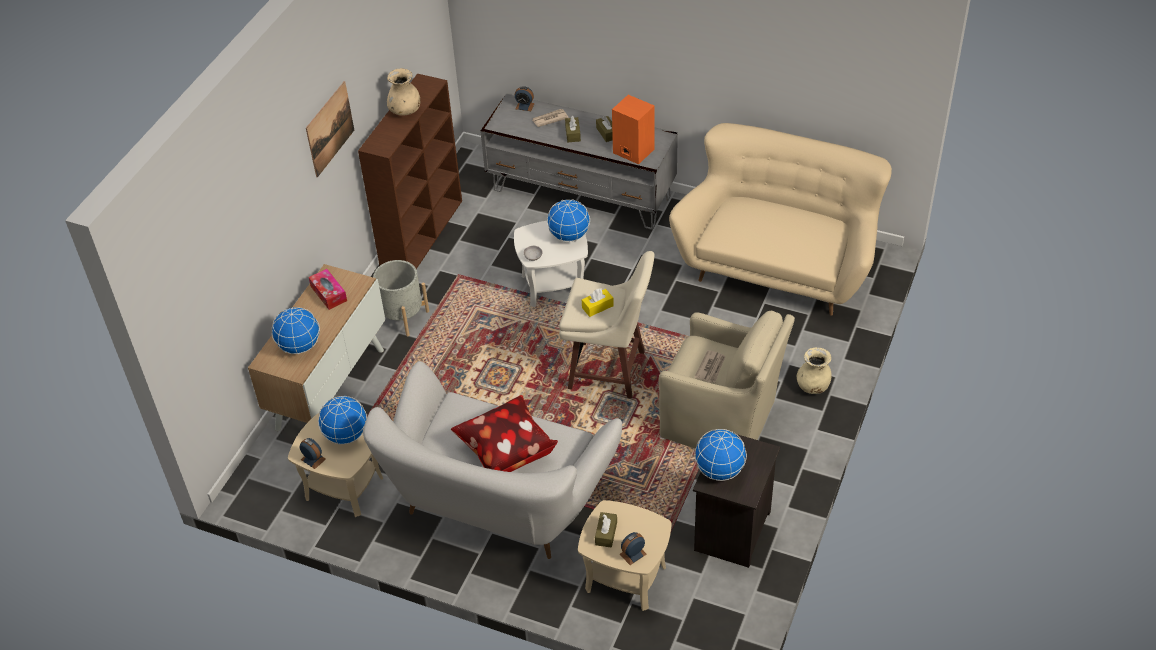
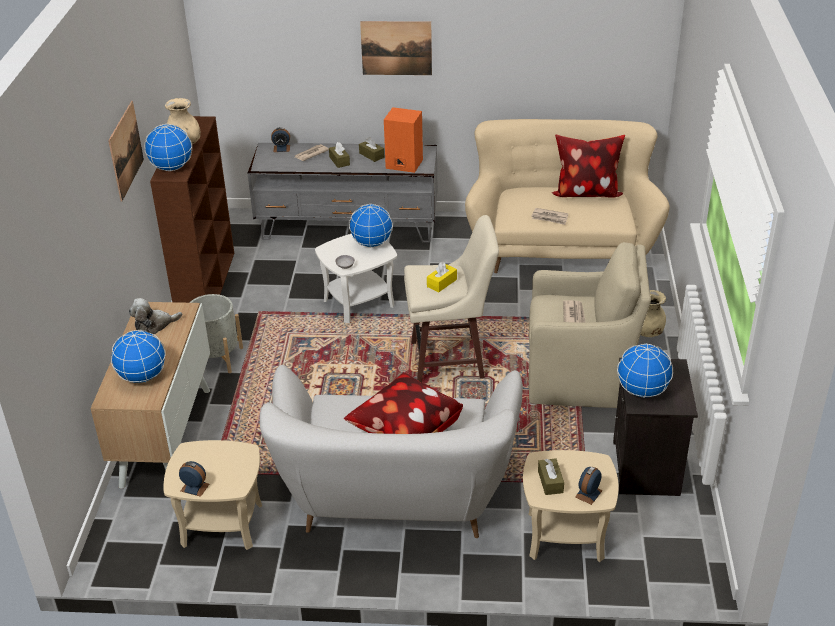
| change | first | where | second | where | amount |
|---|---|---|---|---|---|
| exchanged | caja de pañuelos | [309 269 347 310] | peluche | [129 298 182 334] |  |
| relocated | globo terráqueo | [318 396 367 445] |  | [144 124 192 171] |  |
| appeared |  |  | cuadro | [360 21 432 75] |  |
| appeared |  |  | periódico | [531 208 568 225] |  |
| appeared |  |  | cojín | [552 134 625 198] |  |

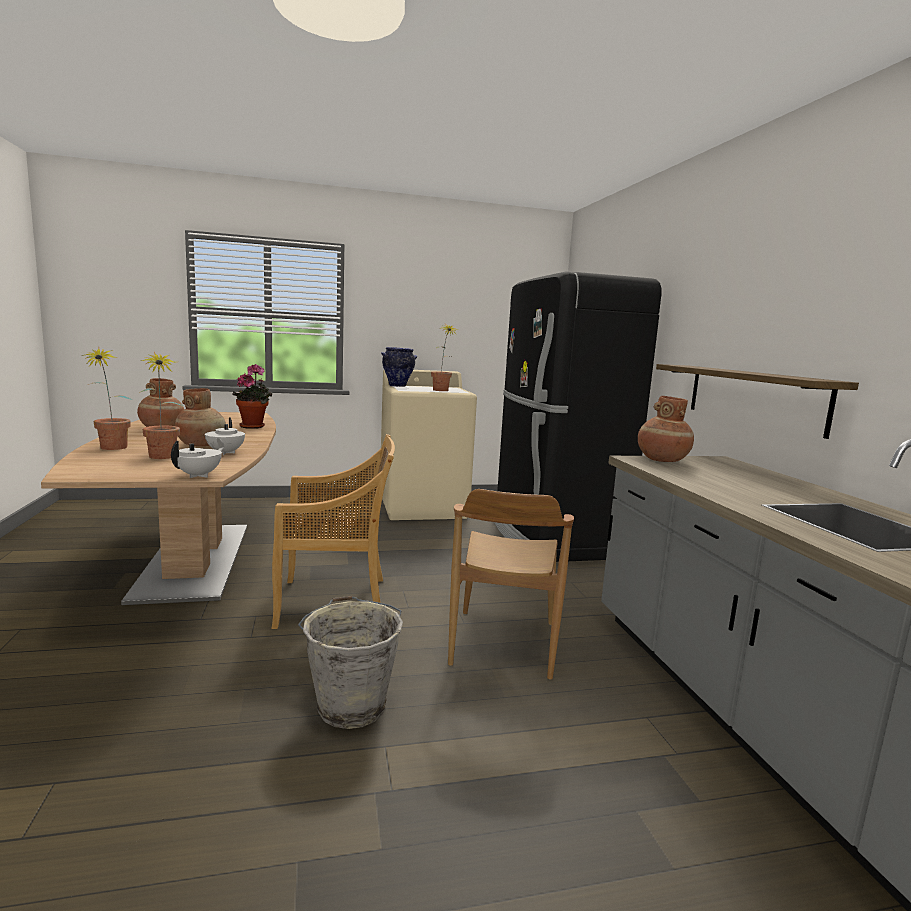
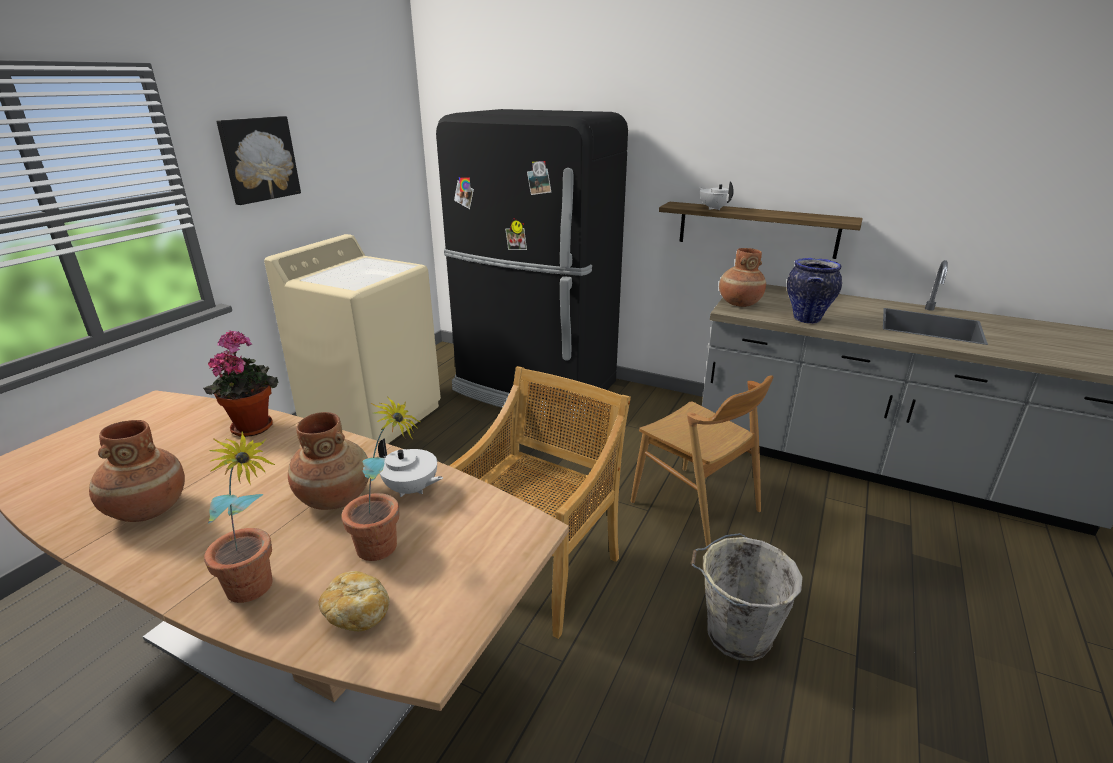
| change | first | where | second | where | amount |
|---|---|---|---|---|---|
| appeared |  |  | cuadro | [216 116 301 205] |  |
| appeared |  |  | pan | [318 571 390 631] |  |
| relocated | tetera (blanco) | [171 441 224 478] |  | [700 181 734 210] |  |
| relocated | florero | [381 347 417 387] |  | [787 258 842 324] |  |
| missing | planta en maceta | [431 324 457 391] |  |  |  |

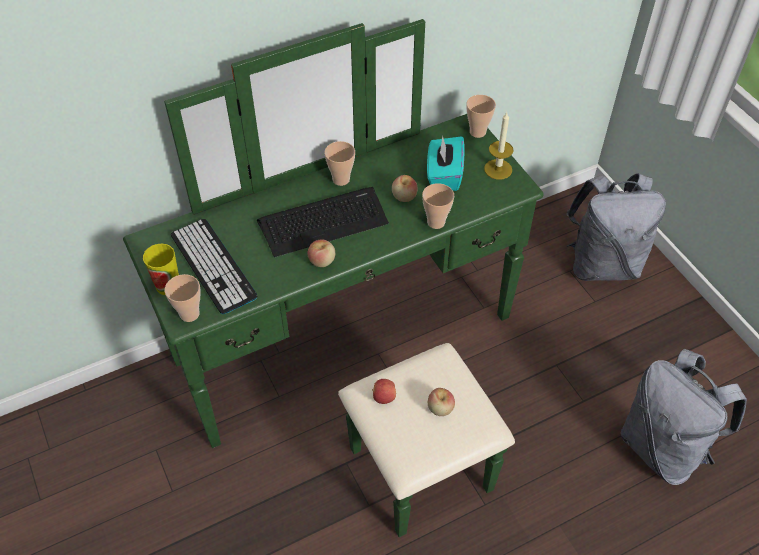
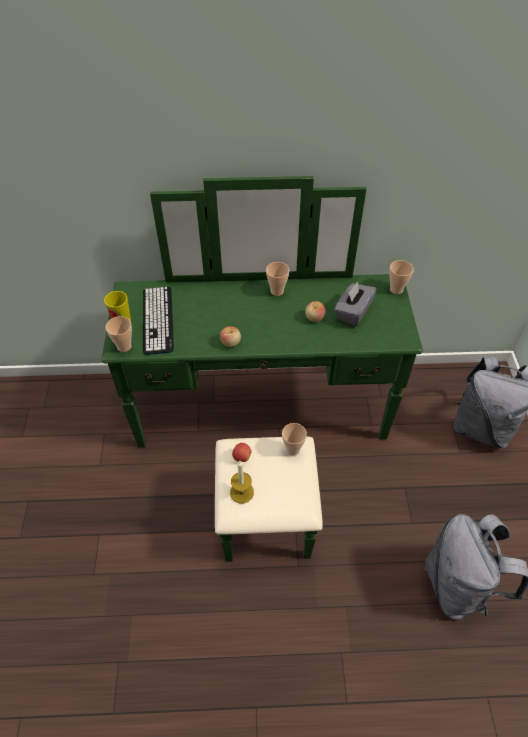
| change | first | where | second | where | amount |
|---|---|---|---|---|---|
| relocated | vela | [484 112 514 180] |  | [230 461 254 503] |  |
| relocated | taza | [422 183 454 229] |  | [282 423 307 456] |  |
| colour | caja de pañuelos (turquesa) | [427 136 465 191] | caja de pañuelos (gris) | [334 281 376 327] |  |
| missing | teclado | [257 187 389 257] |  |  |  |
| missing | manzana | [428 388 455 416] |  |  |  |

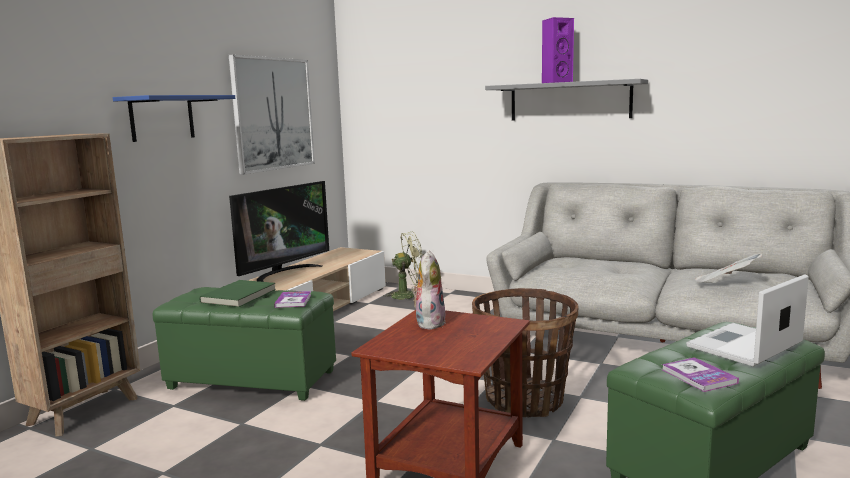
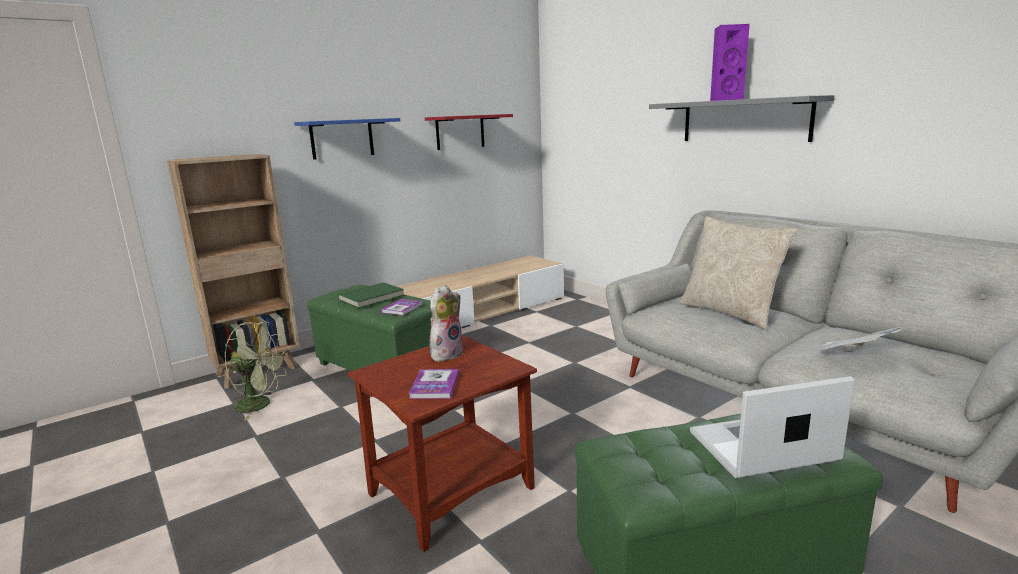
| change | first | where | second | where | amount |
|---|---|---|---|---|---|
| relocated | ventilador (verde) | [383 231 424 300] |  | [225 322 288 420] |  |
| relocated | libro | [662 357 739 392] |  | [409 369 459 399] |  |
| exchanged | cuadro | [229 55 315 175] | estante (rojo) | [425 114 513 150] |  |
| appeared |  |  | cojín (beis) | [679 216 797 330] |  |
| missing | televisor | [229 181 329 282] |  |  |  |
| missing | cesta | [472 288 579 417] |  |  |  |

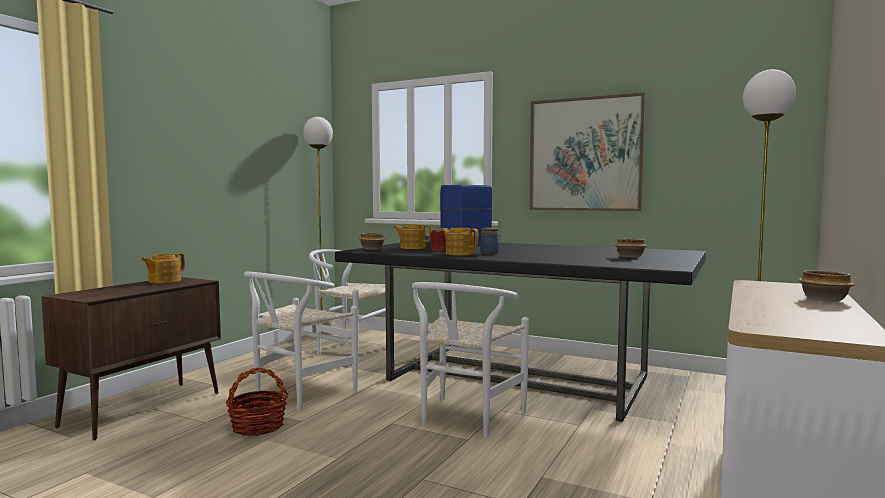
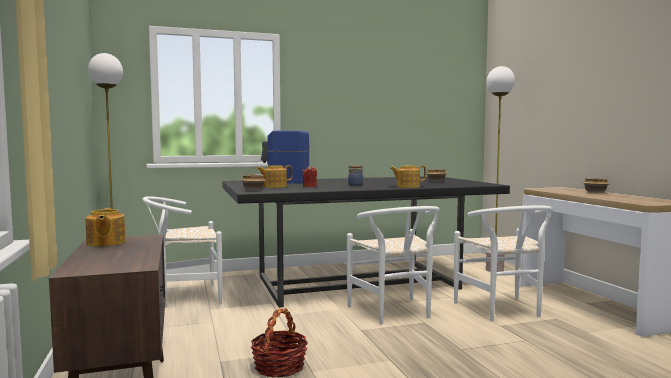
| change | first | where | second | where | amount |
|---|---|---|---|---|---|
| relocated | tetera | [441 228 479 255] |  | [390 166 426 188] |  |
| relocated | silla (blanco) | [244 272 358 411] |  | [454 205 552 321] |  |
| missing | cuadro | [529 93 646 211] |  |  |  |

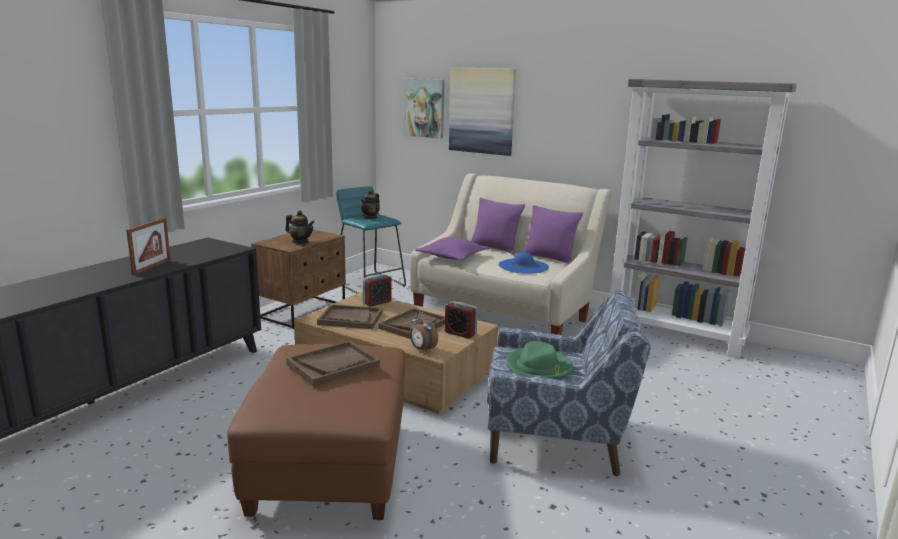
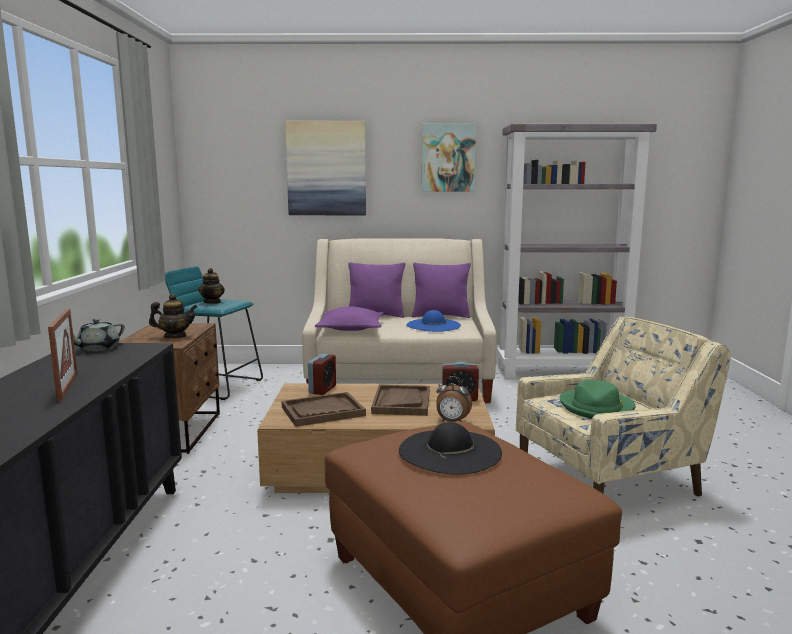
| change | first | where | second | where | amount |
|---|---|---|---|---|---|
| appeared |  |  | tetera (gris) | [73 319 125 352] |  |
| exchanged | bandeja (marrón) | [286 341 380 387] | sombrero (negro) | [399 422 502 475] |  |
| relocated | cuadro | [404 79 444 139] |  | [422 123 476 192] |  |
| colour | sillón (azul) | [486 290 651 476] | sillón (beis) | [516 317 731 496] |  |

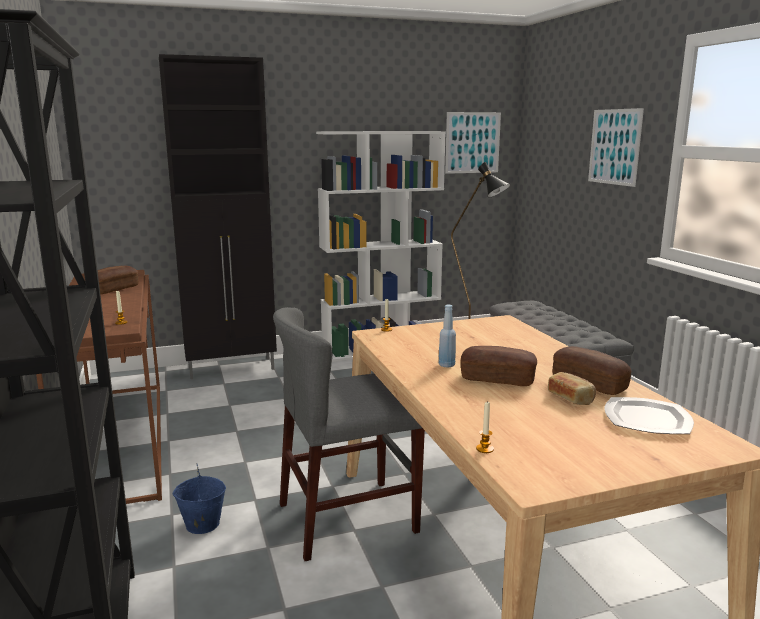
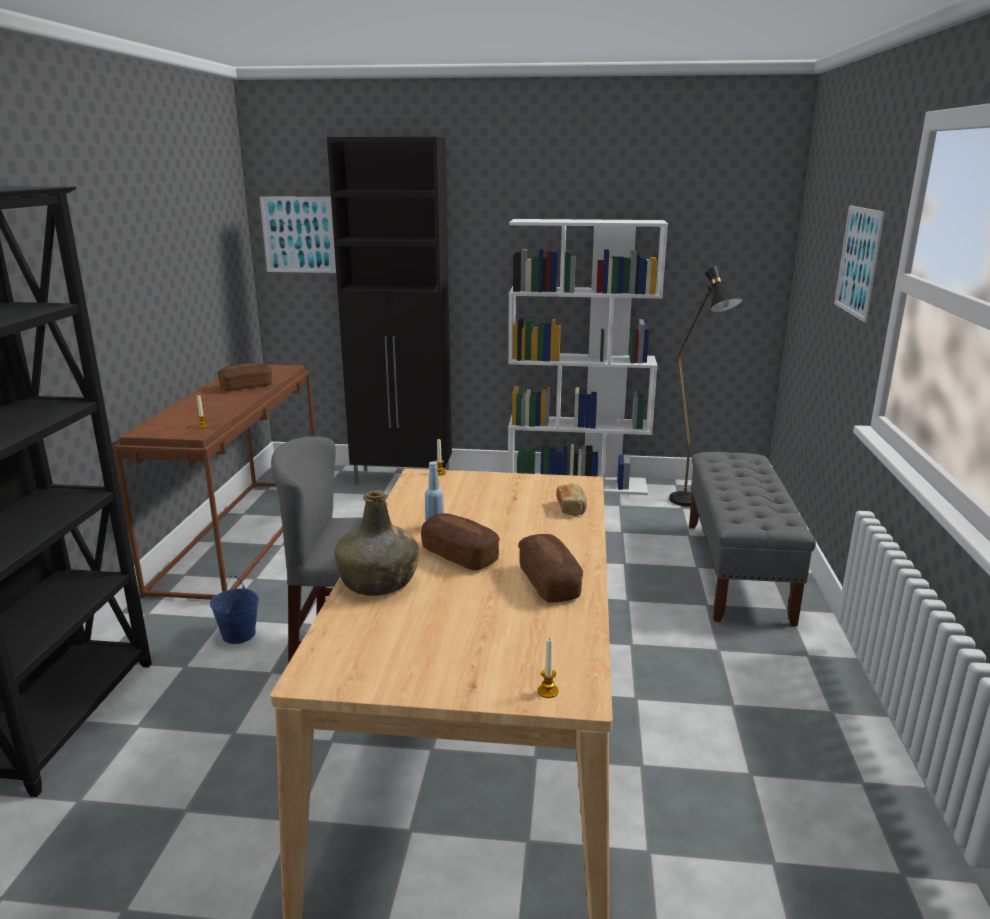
| change | first | where | second | where | amount |
|---|---|---|---|---|---|
| relocated | cuadro | [445 112 501 174] |  | [260 196 336 273] |  |
| appeared |  |  | botella (verde) | [334 490 419 596] |  |
| relocated | vela | [476 402 494 453] |  | [538 638 559 698] |  |
| relocated | pan | [548 372 596 405] |  | [557 483 587 516] |  |
| missing | plato | [604 397 694 434] |  |  |  |

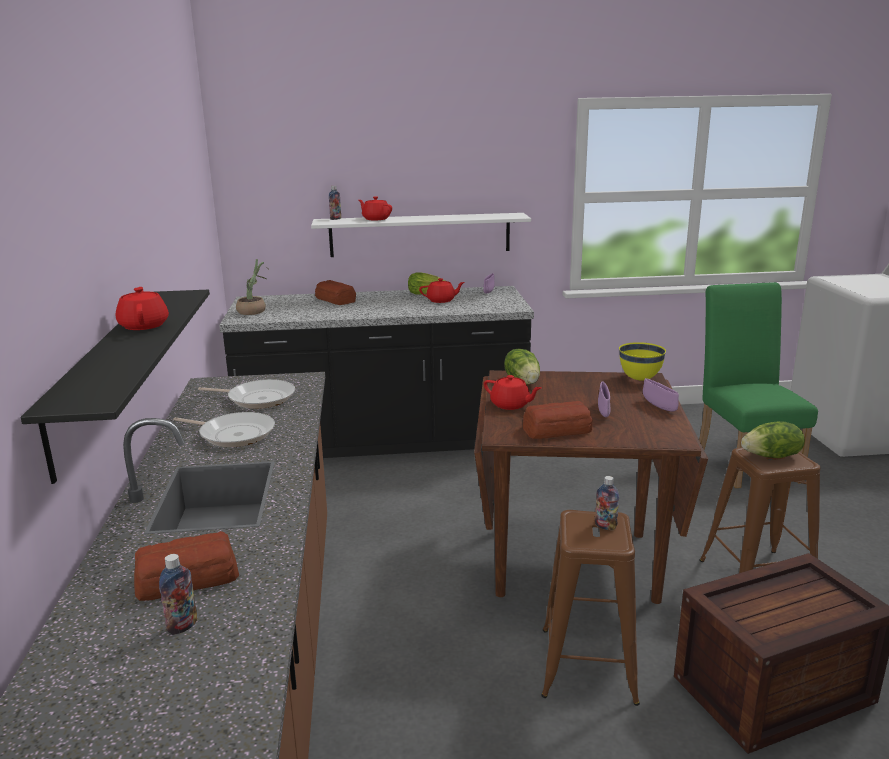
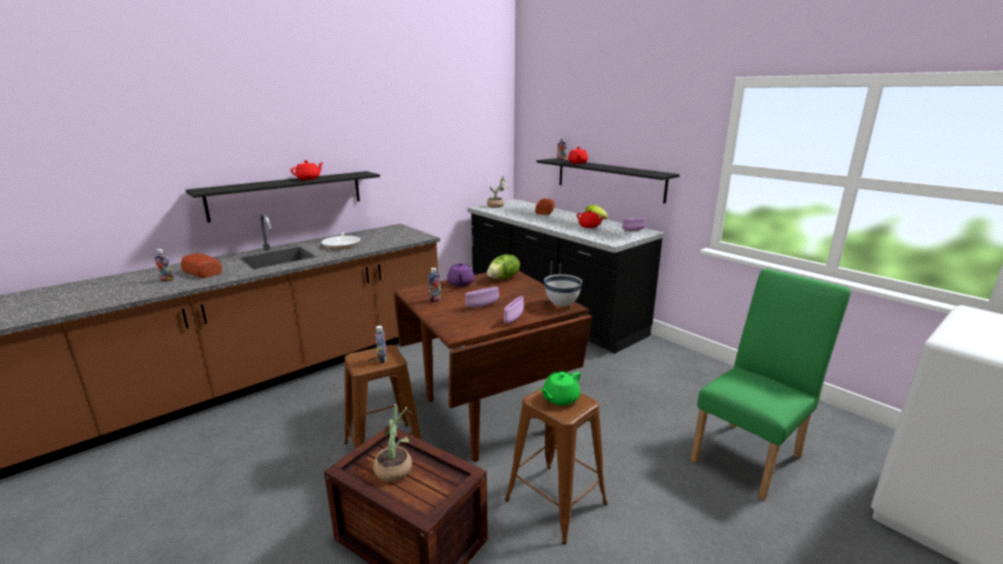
| change | first | where | second | where | amount |
|---|---|---|---|---|---|
| appeared |  |  | planta en maceta | [373 404 412 482] |  |
| exchanged | pan | [523 401 592 439] | botella | [428 268 441 302] |  |
| colour | tetera (rojo) | [484 375 541 410] | tetera (morado) | [447 262 474 286] |  |
| colour | estante (blanco) | [311 213 531 257] | estante (negro) | [537 158 680 204] |  |
| exchanged | lechuga | [741 421 805 458] | tetera (verde) | [540 372 581 405] |  |
| colour | cuenco (amarillo) | [619 342 666 380] | cuenco (blanco) | [544 274 582 306] |  |
| missing | sartén | [198 379 295 409] |  |  |  |

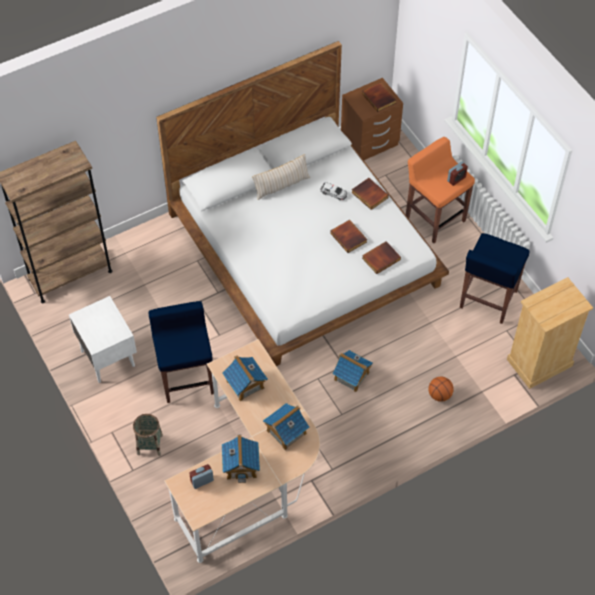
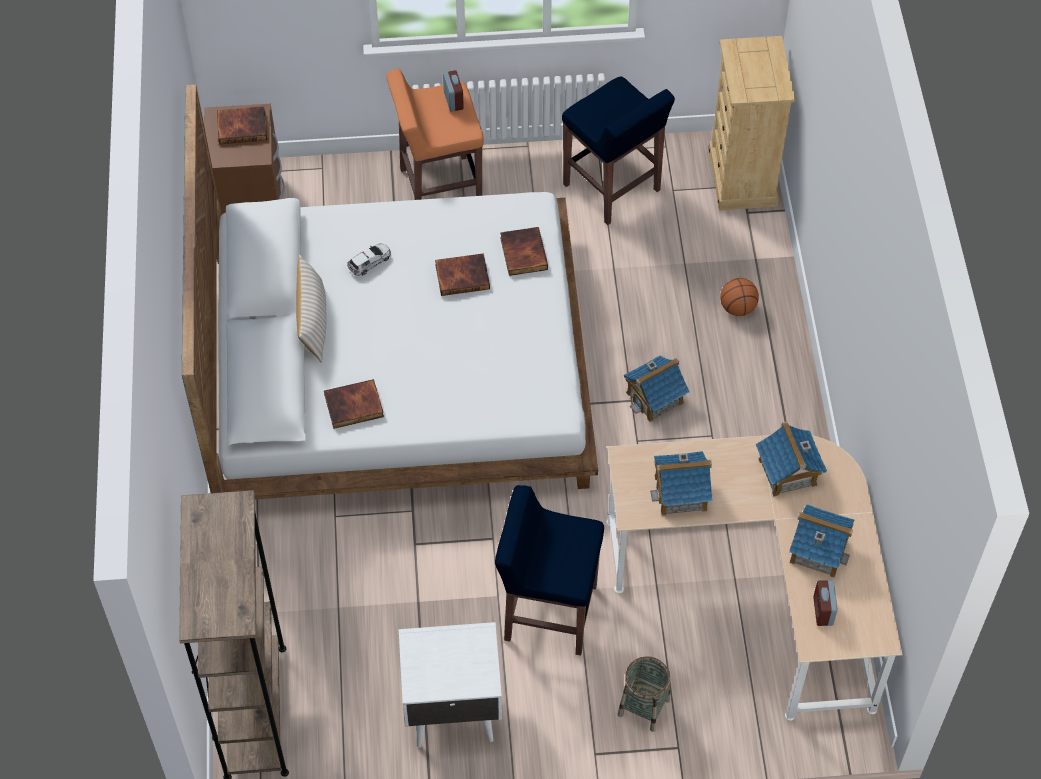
| change | first | where | second | where | amount |
|---|---|---|---|---|---|
| relocated | libro | [351 178 389 210] |  | [324 379 384 429] |  |

